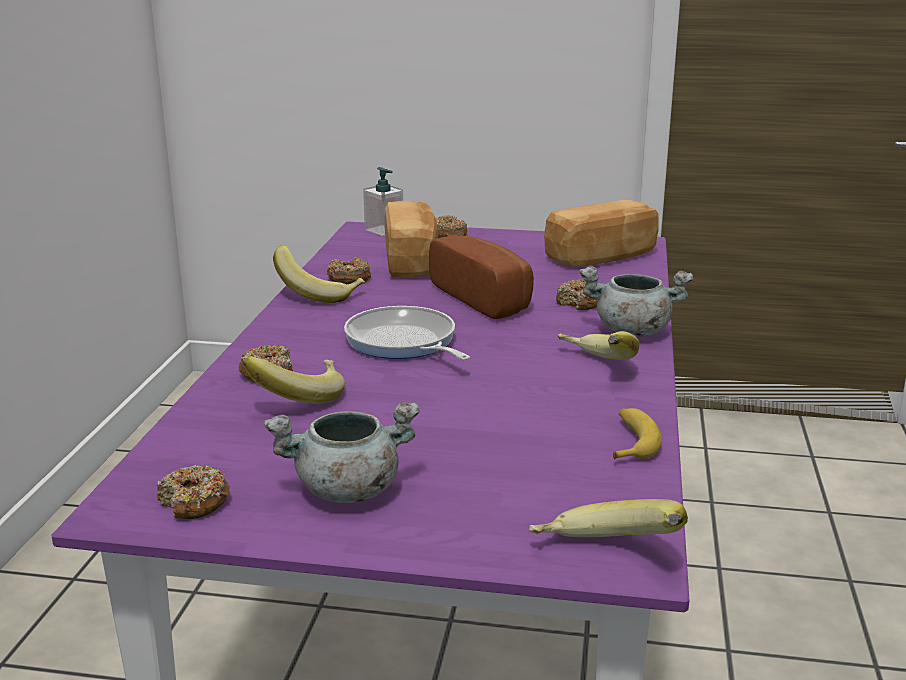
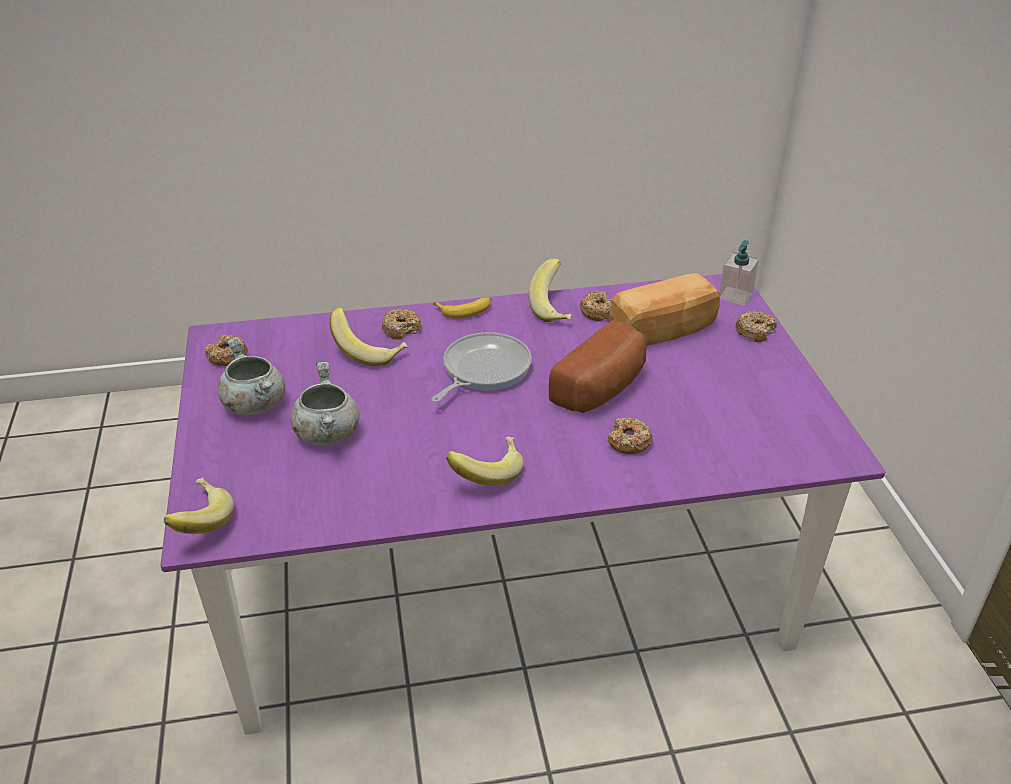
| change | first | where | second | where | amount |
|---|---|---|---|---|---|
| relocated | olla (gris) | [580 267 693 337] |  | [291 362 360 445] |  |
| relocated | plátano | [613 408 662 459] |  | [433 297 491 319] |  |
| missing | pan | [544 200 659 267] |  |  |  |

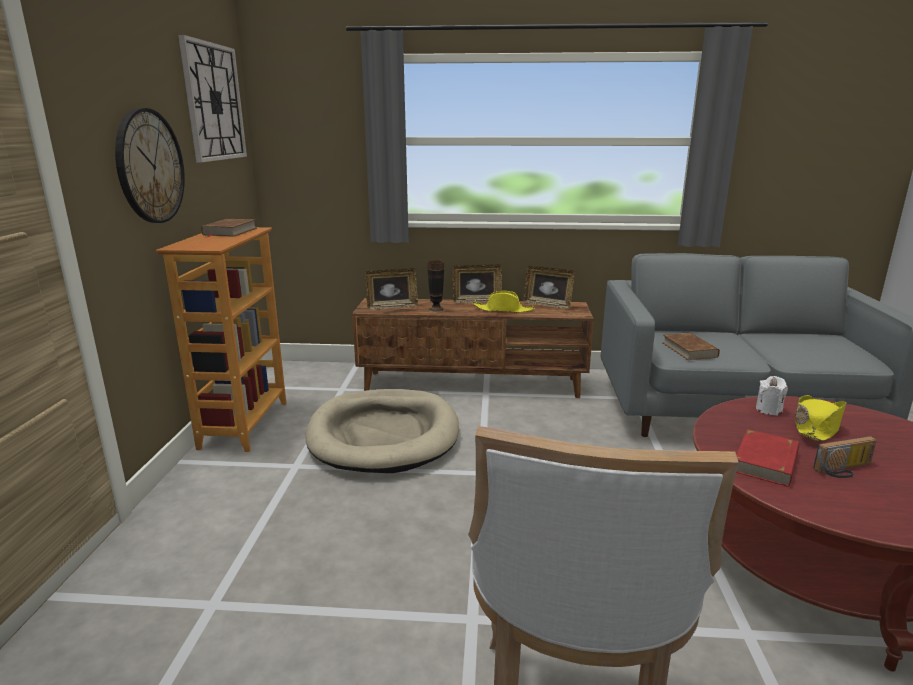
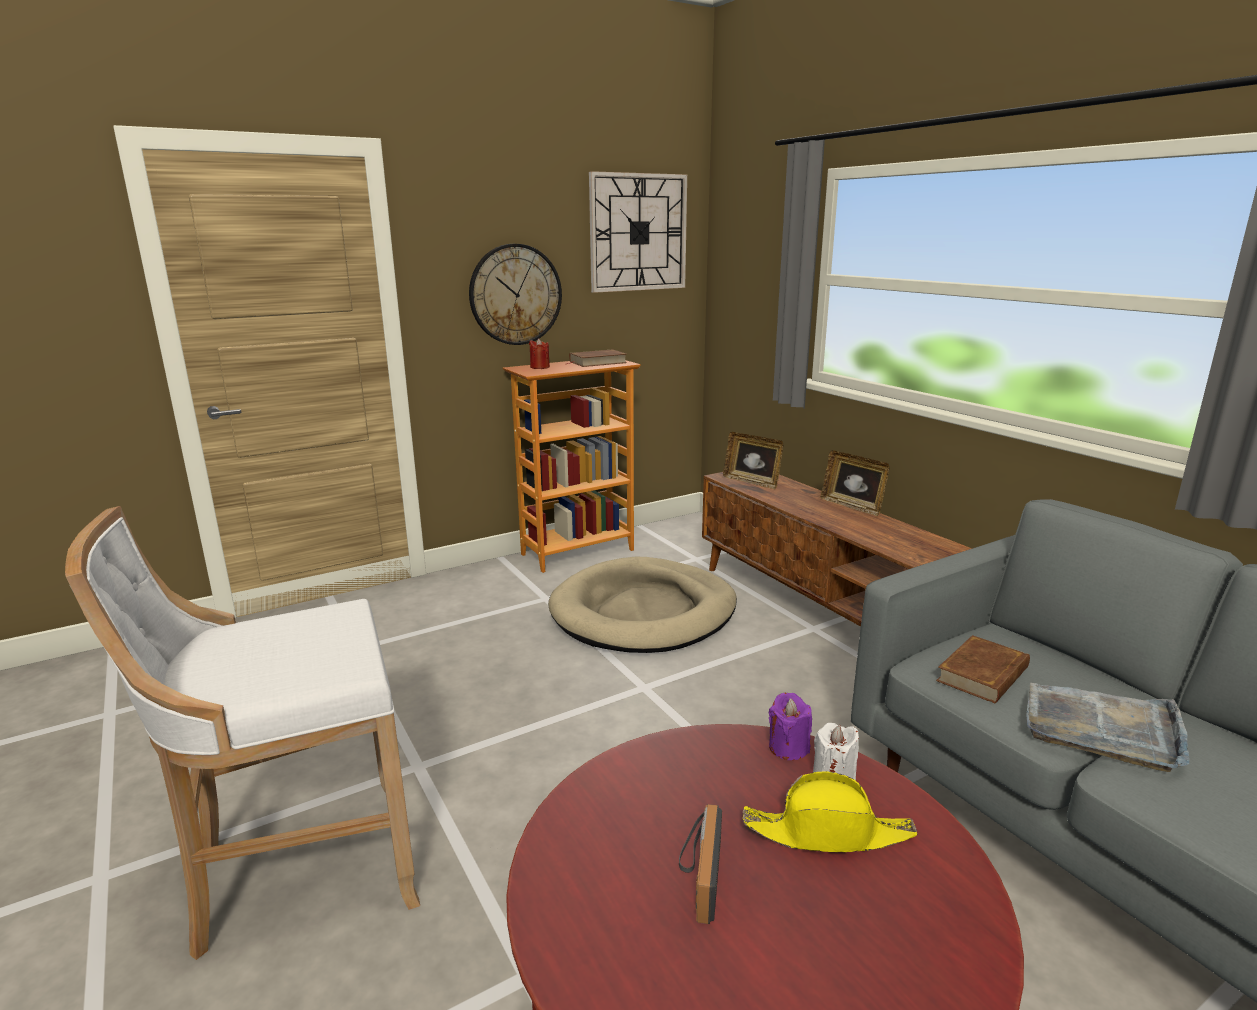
| change | first | where | second | where | amount |
|---|---|---|---|---|---|
| appeared |  |  | vela (rojo) | [529 339 550 369] |  |
| spun | radio | [813 436 877 478] |  | [679 804 722 924] | 60 degrees clockwise |
| appeared |  |  | vela (morado) | [769 693 812 760] |  |
| appeared |  |  | bandeja (gris) | [1026 683 1190 772] |  |
| missing | florero | [427 260 445 313] |  |  |  |
| missing | sombrero (amarillo) | [473 291 535 313] |  |  |  |
| missing | portarretratos | [523 266 574 309] |  |  |  |
| missing | libro (rojo) | [736 429 799 487] |  |  |  |

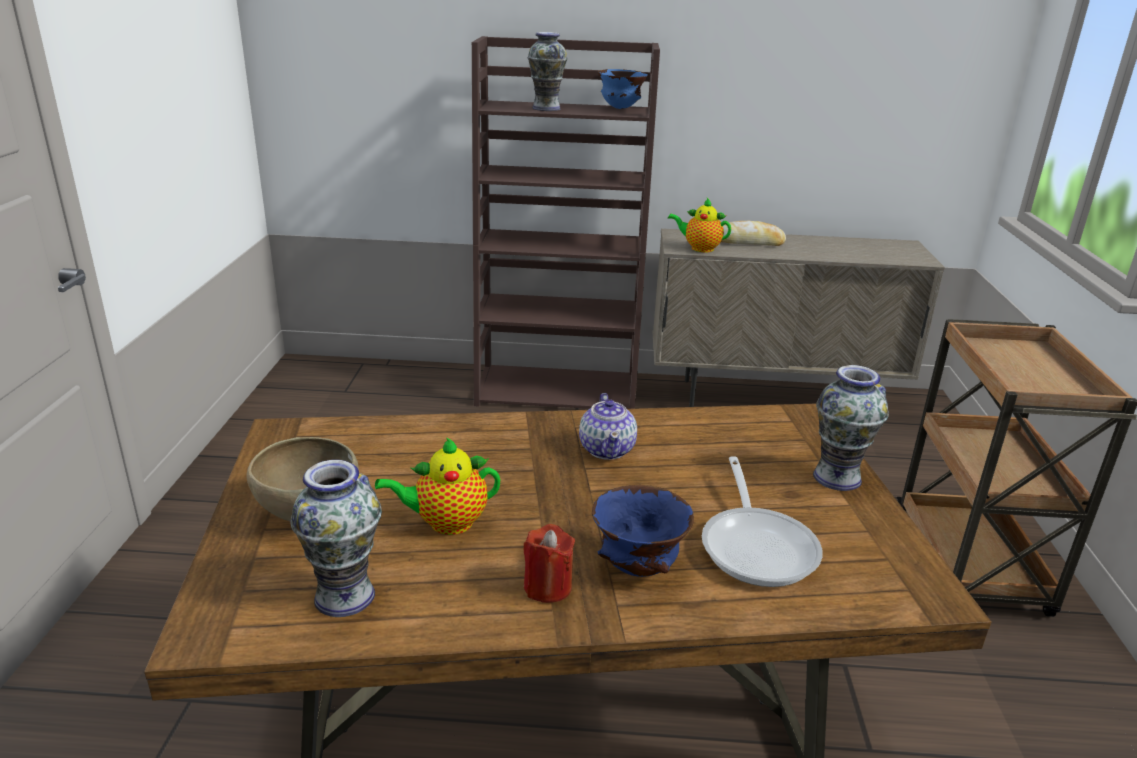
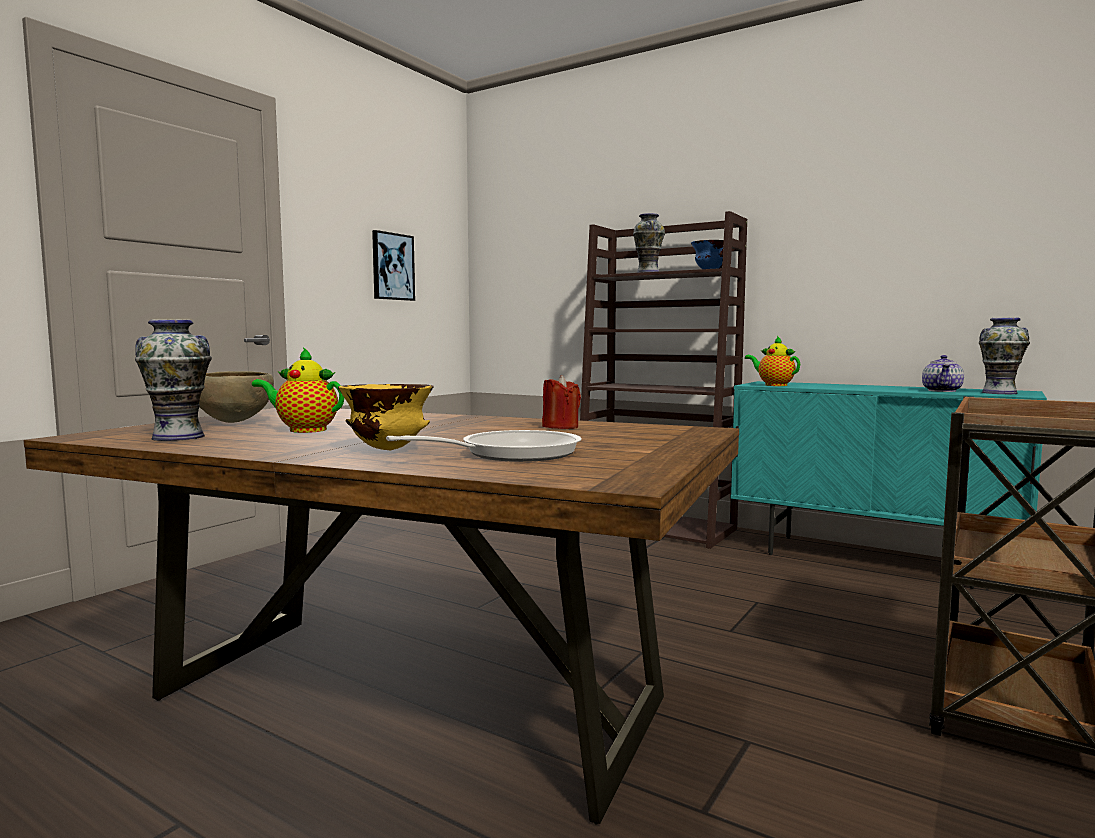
| change | first | where | second | where | amount |
|---|---|---|---|---|---|
| colour | cuenco (azul) | [592 485 694 577] | cuenco (amarillo) | [338 384 434 450] |  |
| appeared |  |  | cuadro | [372 230 415 301] |  |
| spun | sartén | [702 456 822 587] |  | [386 430 582 462] | 150 degrees counterclockwise |
| relocated | vela (rojo) | [524 524 575 603] |  | [542 375 581 429] |  |
| colour | armario (beis) | [653 228 945 407] | armario (turquesa) | [730 381 1047 589] |  |
| relocated | tetera | [579 393 637 460] |  | [922 355 964 392] |  |
| relocated | florero | [813 365 889 491] |  | [979 318 1030 394] |  |
| missing | pan | [721 221 786 246] |  |  |  |

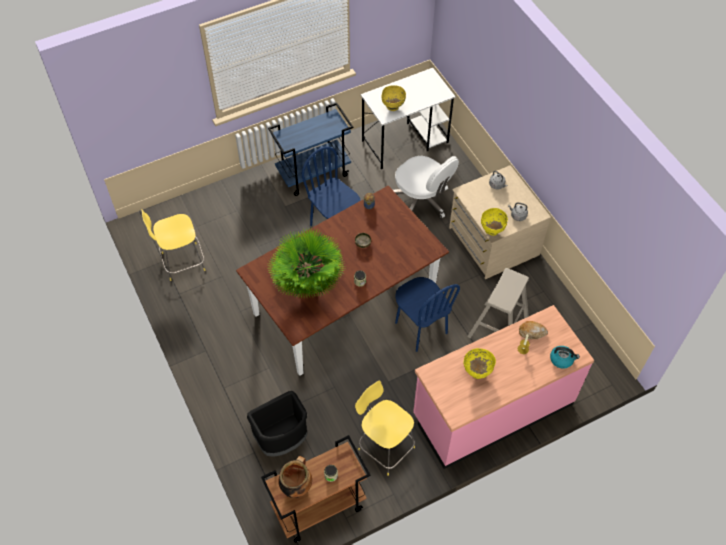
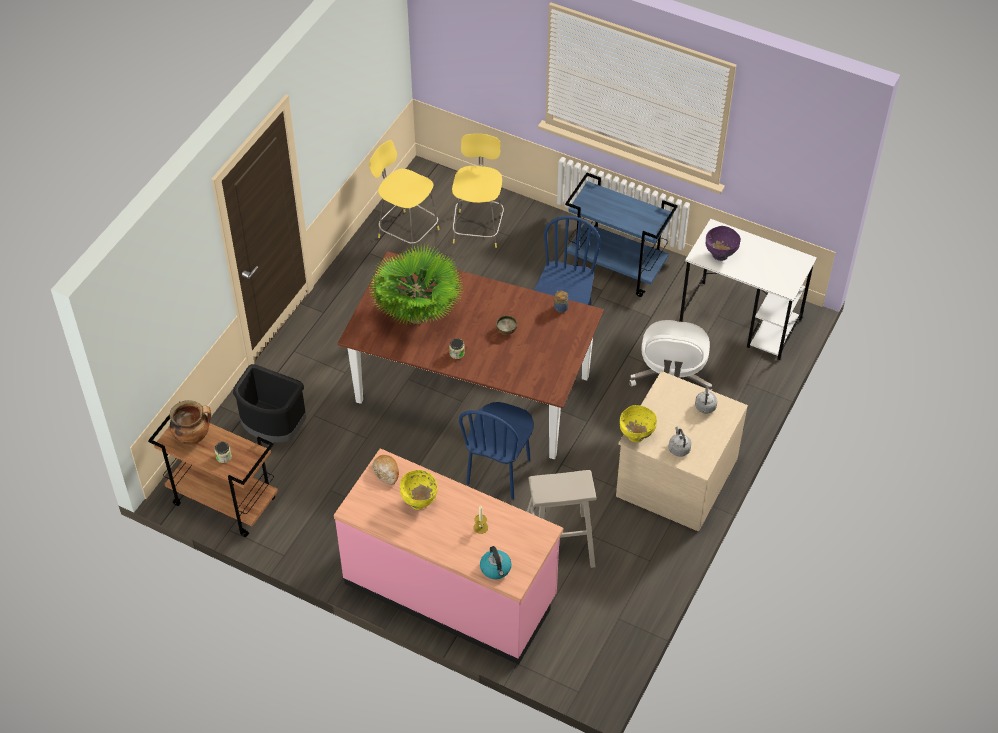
| change | first | where | second | where | amount |
|---|---|---|---|---|---|
| relocated | pan | [519 321 548 339] |  | [372 455 399 485] |  |
| relocated | taburete (amarillo) | [355 380 415 476] |  | [452 133 504 248] |  |
| colour | cuenco (amarillo) | [381 85 406 111] | cuenco (morado) | [706 226 741 261] |  |

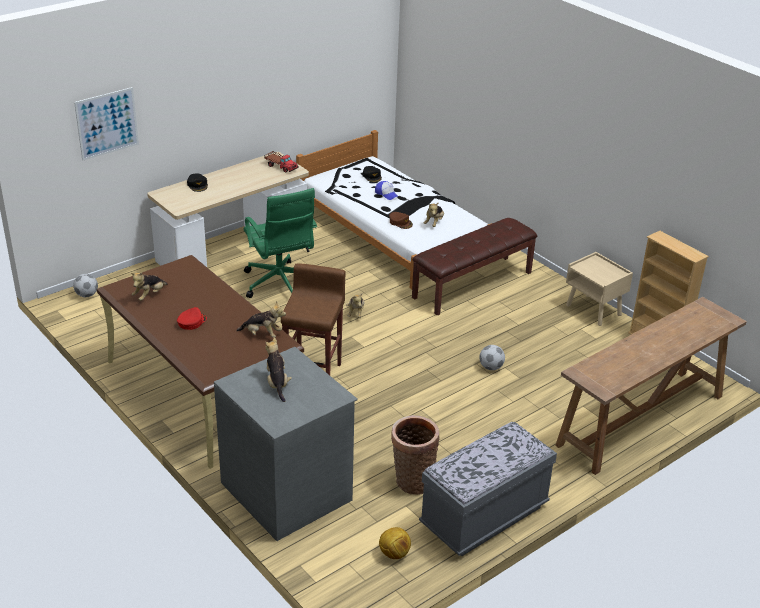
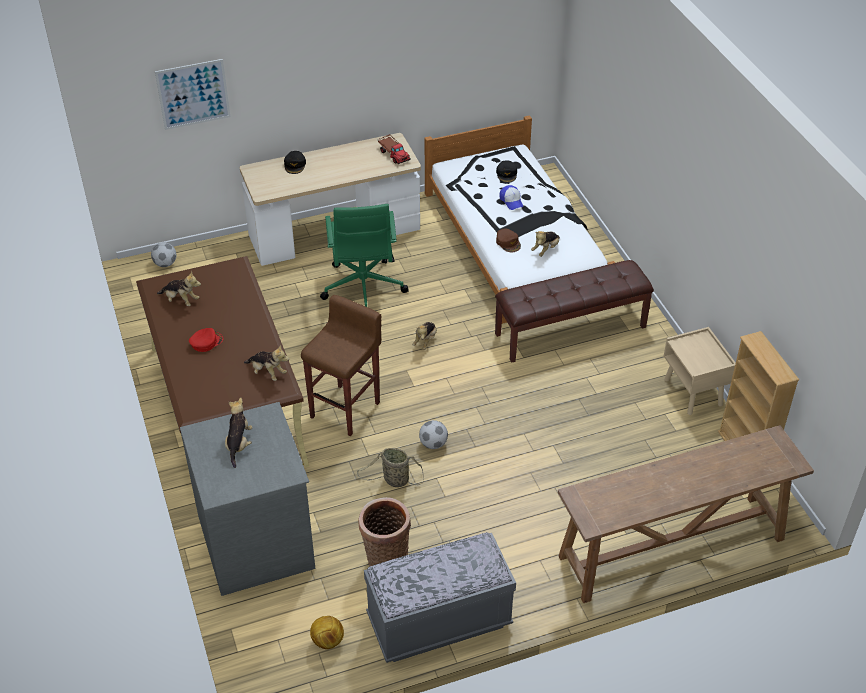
| change | first | where | second | where | amount |
|---|---|---|---|---|---|
| spun | peluche | [130 273 167 301] |  | [157 271 201 306] | 120 degrees counterclockwise |
| appeared |  |  | cesta | [357 448 424 487] |  |
| relocated | balón de fútbol | [479 345 505 370] |  | [419 420 448 449] |  |

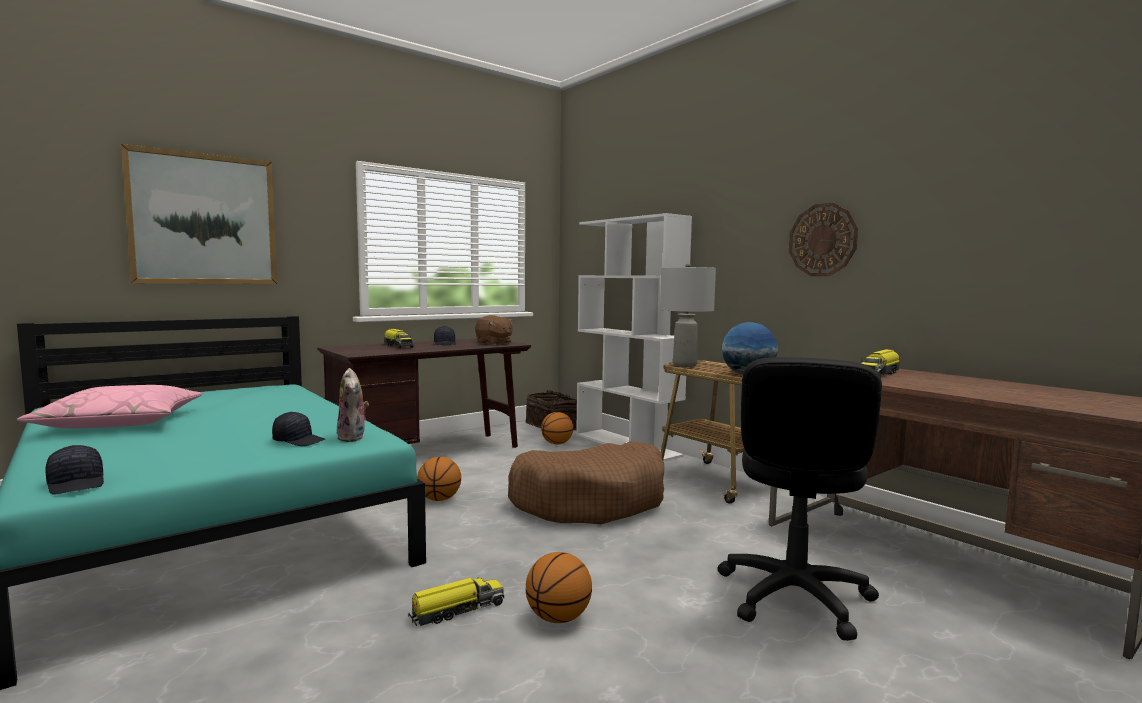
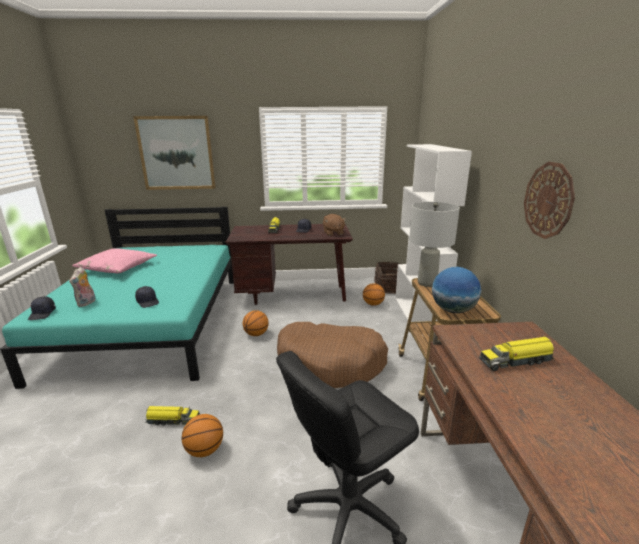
| change | first | where | second | where | amount |
|---|---|---|---|---|---|
| relocated | peluche | [337 368 369 442] |  | [69 267 95 307] |  |

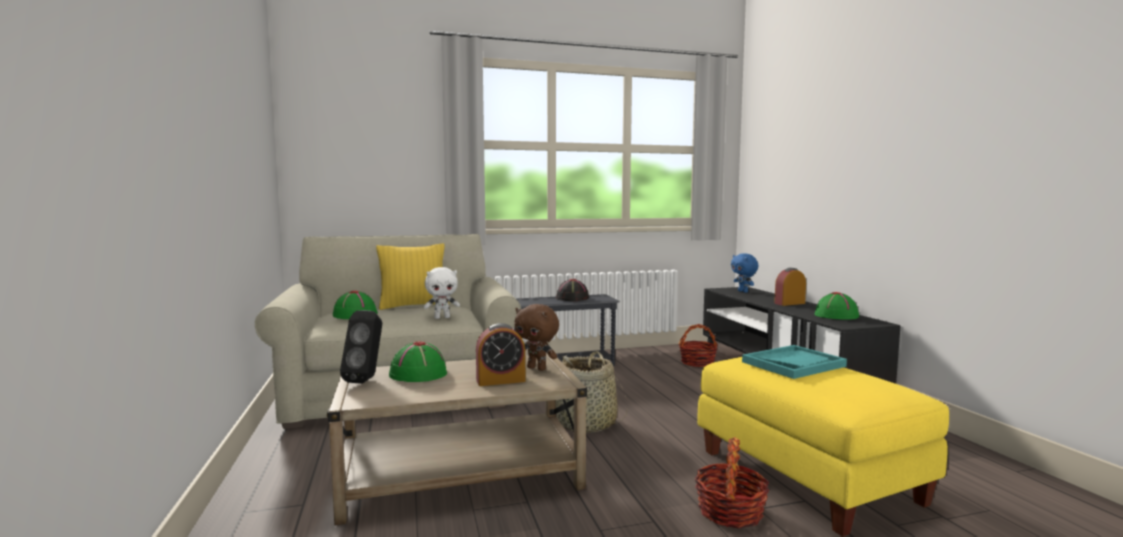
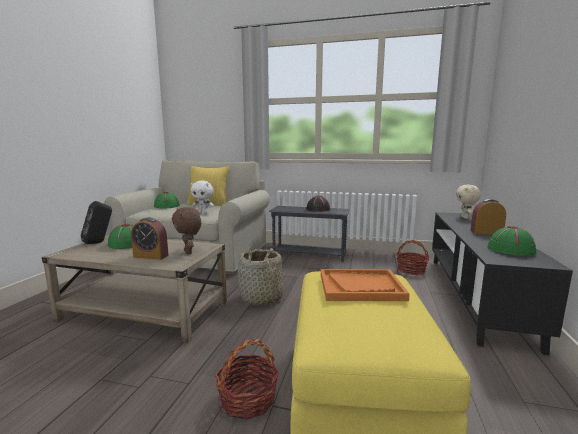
| change | first | where | second | where | amount |
|---|---|---|---|---|---|
| colour | bandeja (turquesa) | [742 345 847 379] | bandeja (naranja) | [321 269 410 301] |  |
| colour | peluche (azul) | [731 254 758 293] | peluche (beis) | [456 185 480 219] |  |

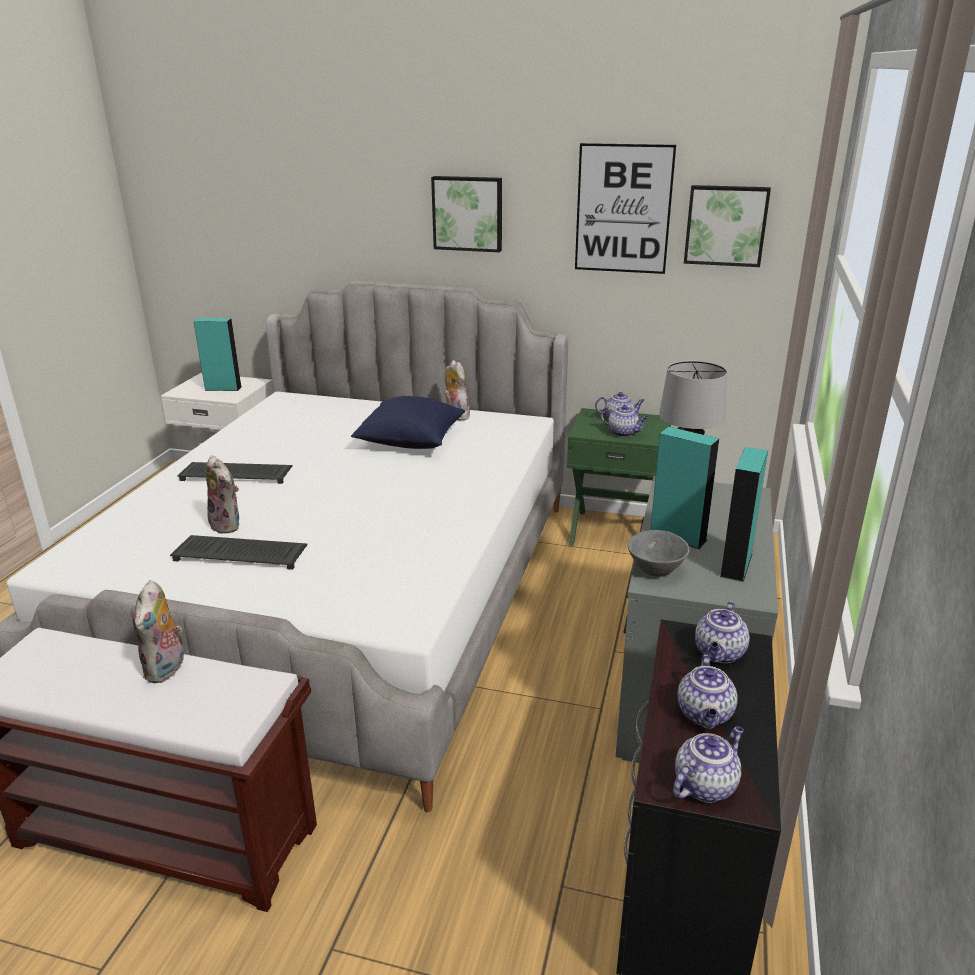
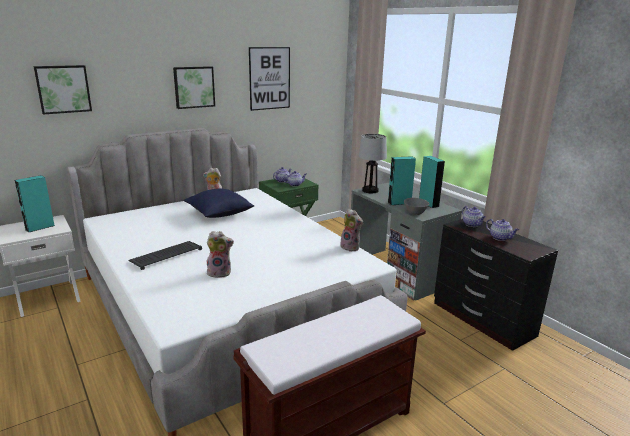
| change | first | where | second | where | amount |
|---|---|---|---|---|---|
| relocated | cuadro | [684 185 771 267] |  | [34 65 92 115] |  |
| relocated | peluche | [133 580 184 683] |  | [340 208 363 252] |  |
| missing | teclado | [170 535 308 570] |  |  |  |
| missing | tetera | [673 726 744 803] |  |  |  |

